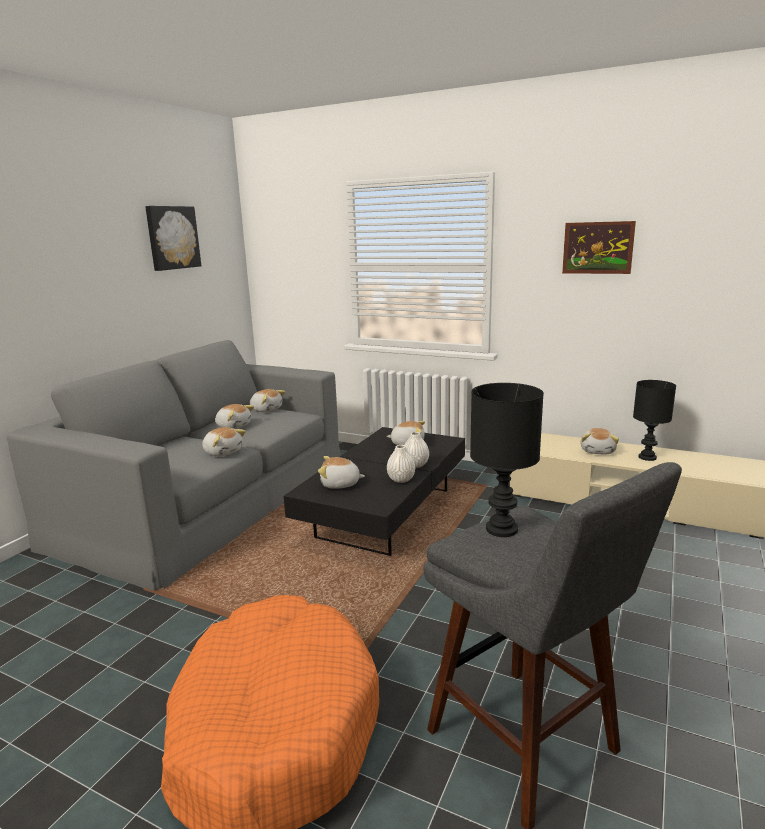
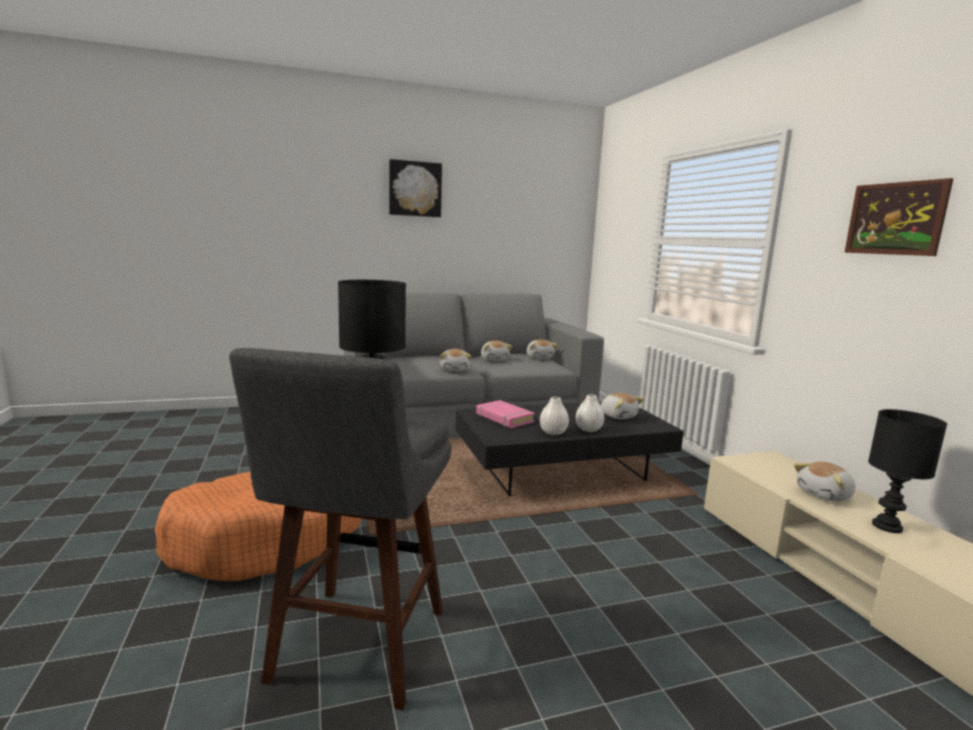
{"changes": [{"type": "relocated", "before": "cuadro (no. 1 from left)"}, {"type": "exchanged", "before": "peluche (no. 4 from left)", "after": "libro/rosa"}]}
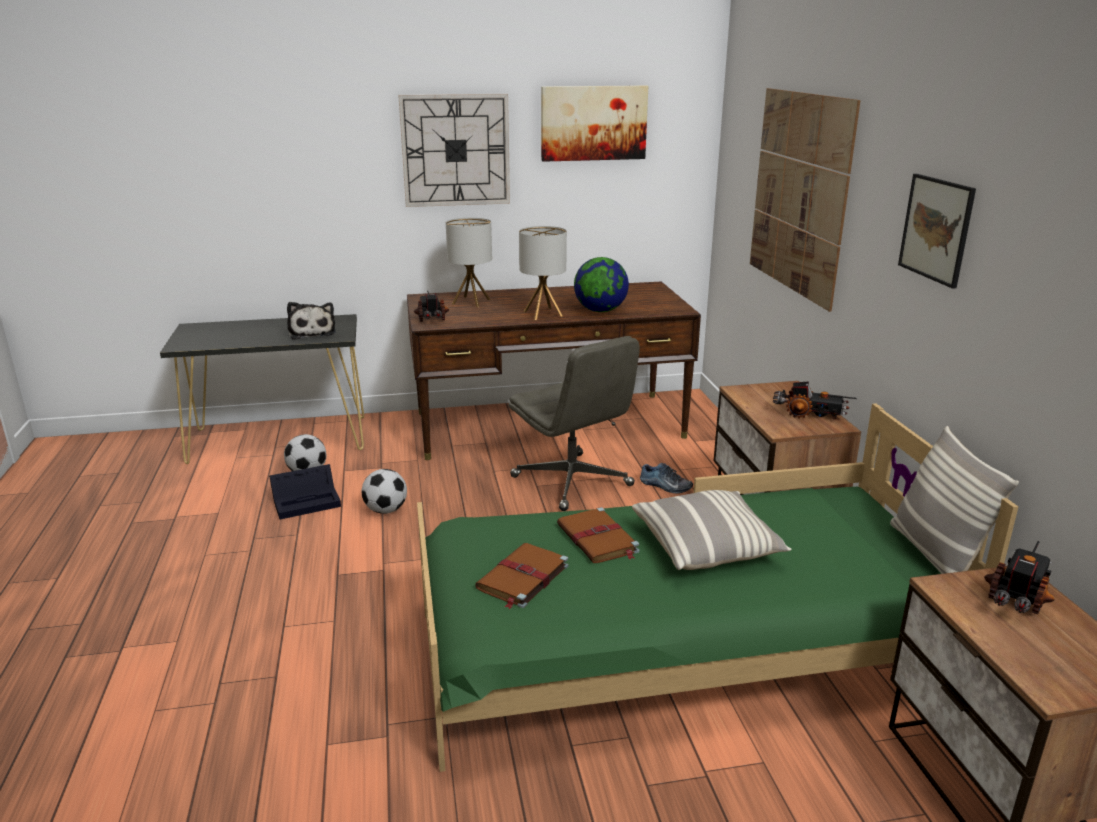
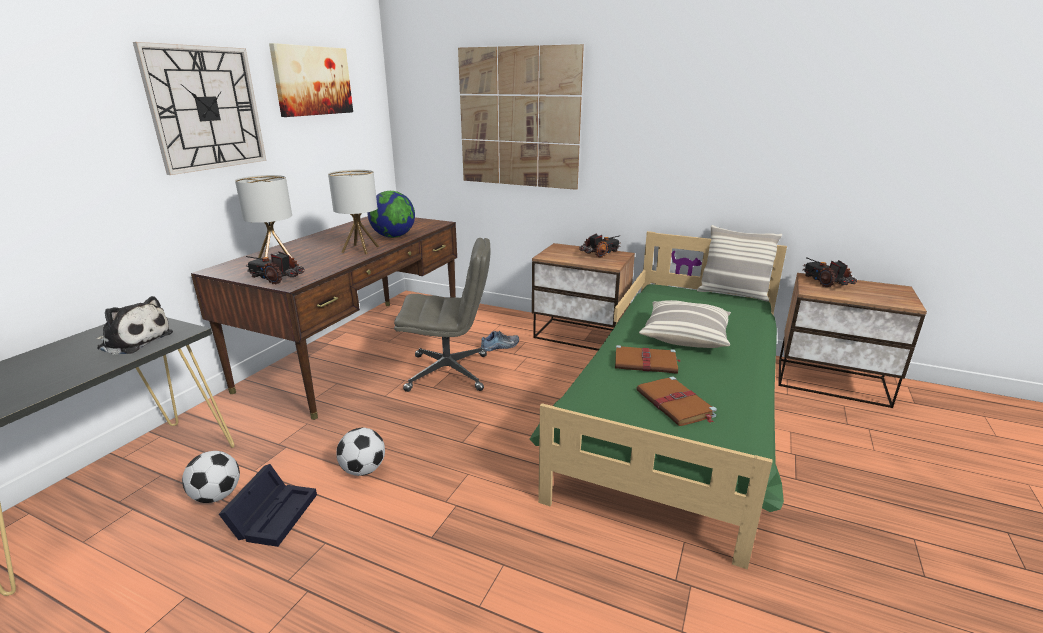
{"changes": [{"type": "missing", "before": "cuadro (no. 3 from left)"}]}
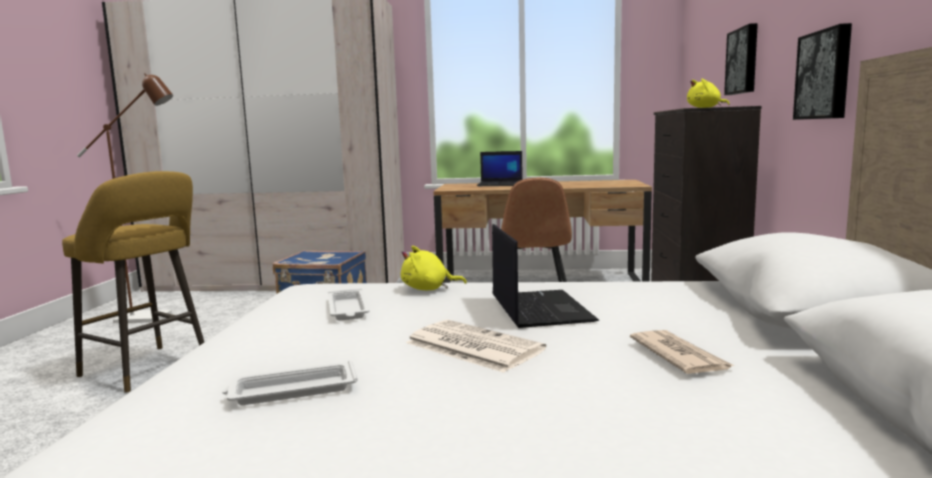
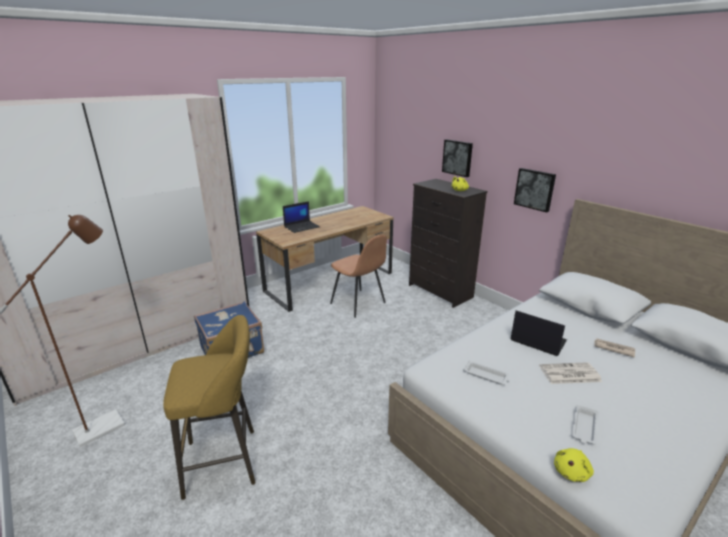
{"changes": [{"type": "relocated", "before": "peluche/amarillo (no. 1 from left in the first image)", "after": "peluche/amarillo (no. 2 from left)"}]}
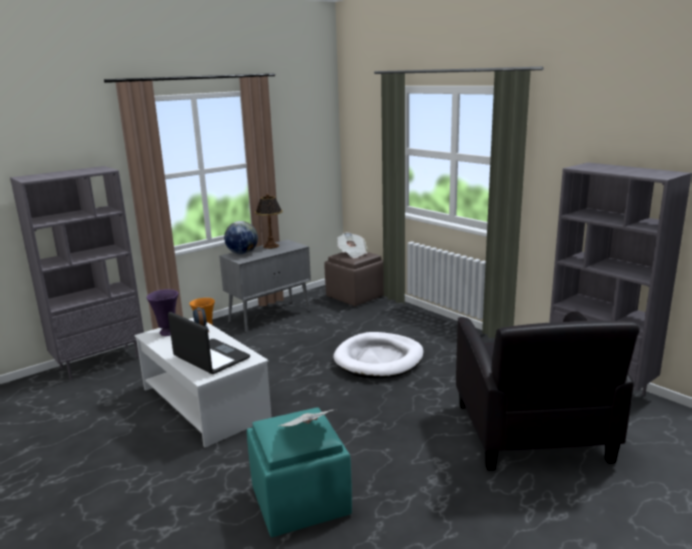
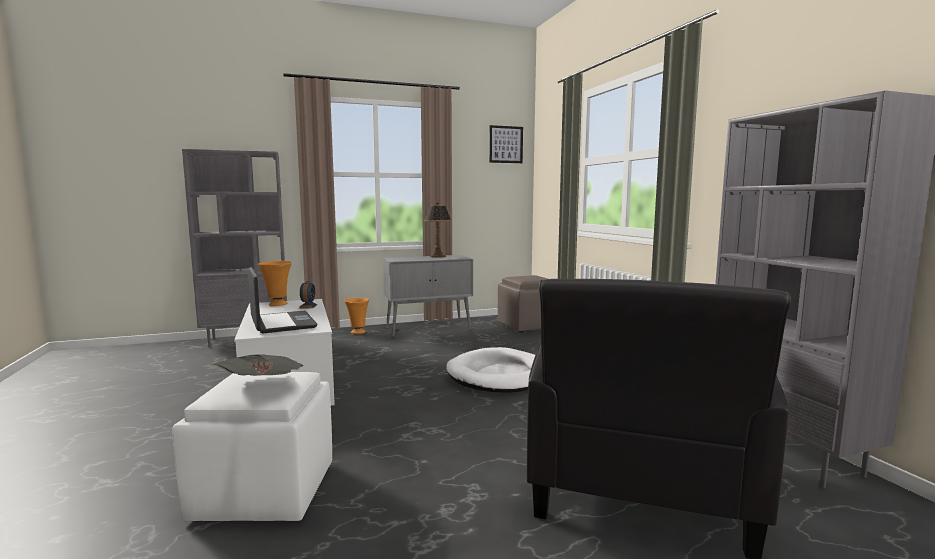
{"changes": [{"type": "missing", "before": "globo terráqueo"}, {"type": "missing", "before": "periódico (no. 2 from left)"}, {"type": "colour", "before": "florero/morado", "after": "florero/naranja (no. 1 from left)"}, {"type": "colour", "before": "puf/turquesa", "after": "puf/blanco"}, {"type": "appeared", "after": "cuadro"}]}
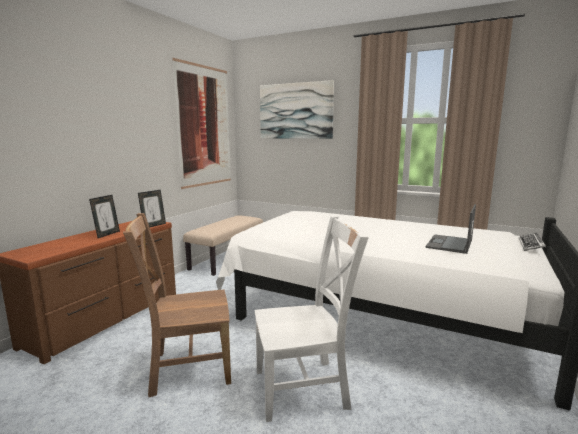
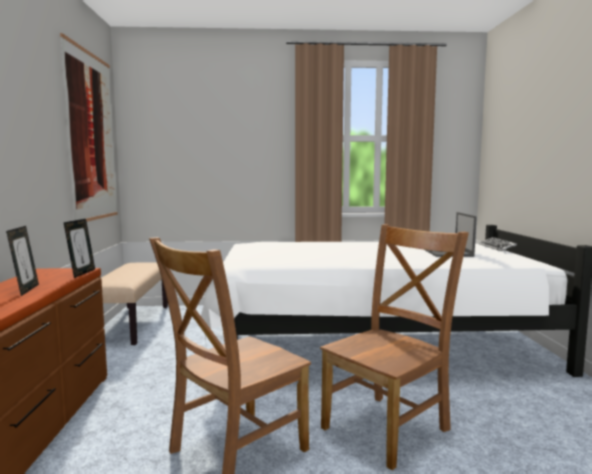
{"changes": [{"type": "missing", "before": "cuadro (no. 2 from left)"}, {"type": "colour", "before": "silla/blanco", "after": "silla/marrón (no. 2 from left)"}]}
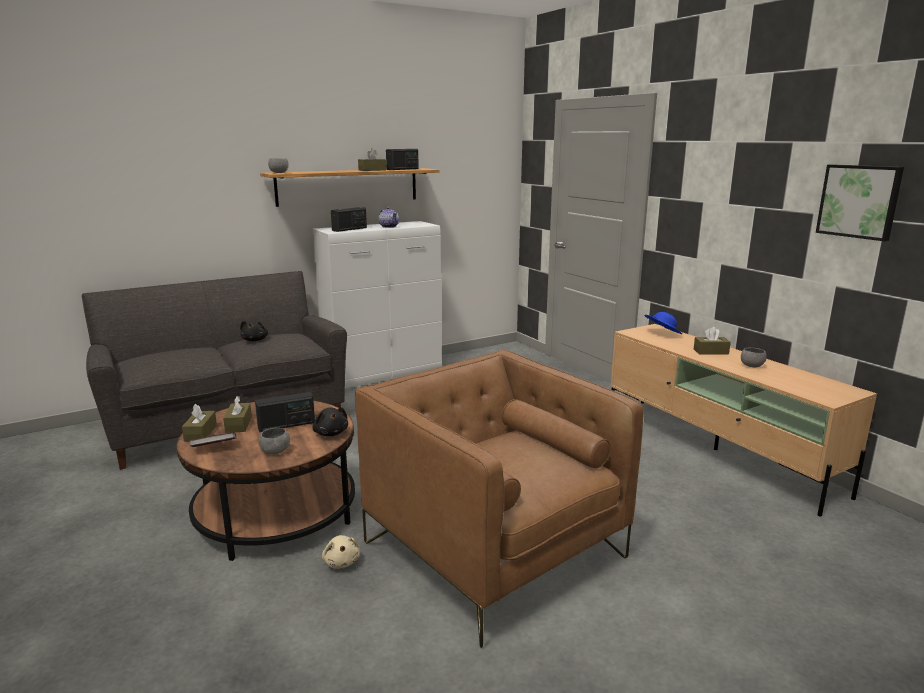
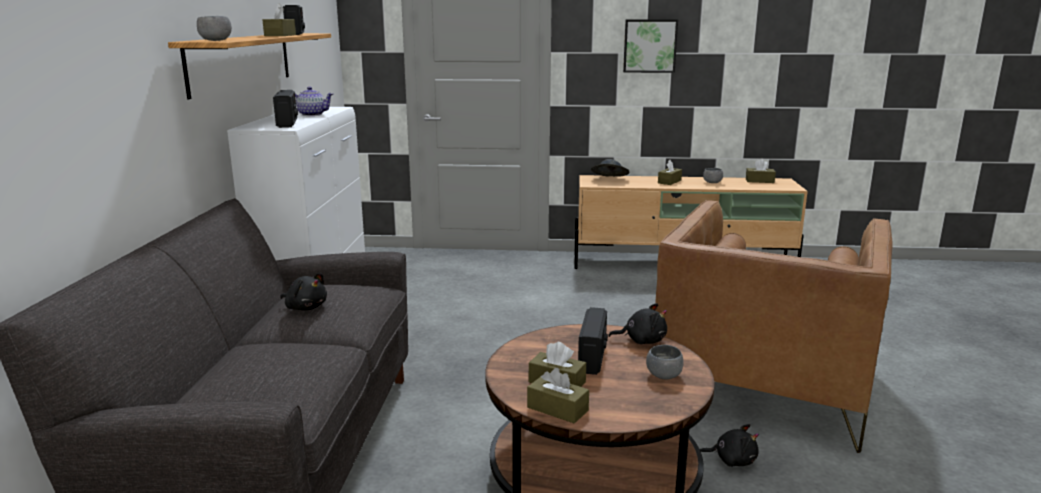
{"changes": [{"type": "relocated", "before": "cuadro"}, {"type": "colour", "before": "sombrero/azul", "after": "sombrero/gris"}, {"type": "spun", "before": "sillón/marrón", "turn": -60}, {"type": "missing", "before": "libro"}, {"type": "colour", "before": "peluche/beis", "after": "peluche/negro (no. 3 from left)"}, {"type": "appeared", "after": "caja de pañuelos/marrón (no. 5 from left)"}]}
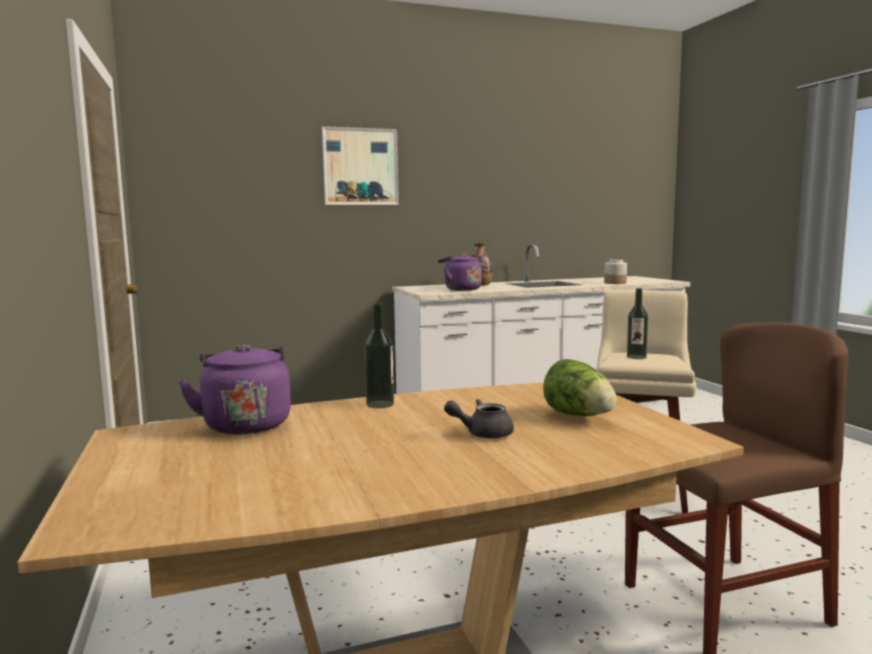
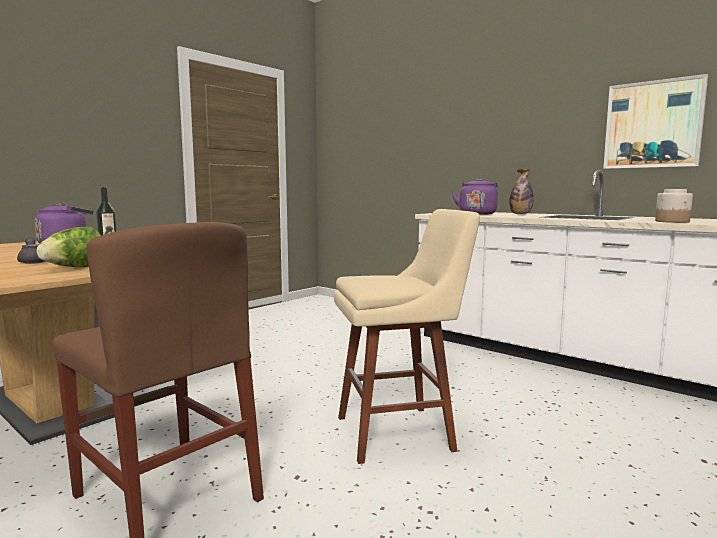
{"changes": [{"type": "relocated", "before": "cuadro"}, {"type": "missing", "before": "botella (no. 3 from left)"}]}
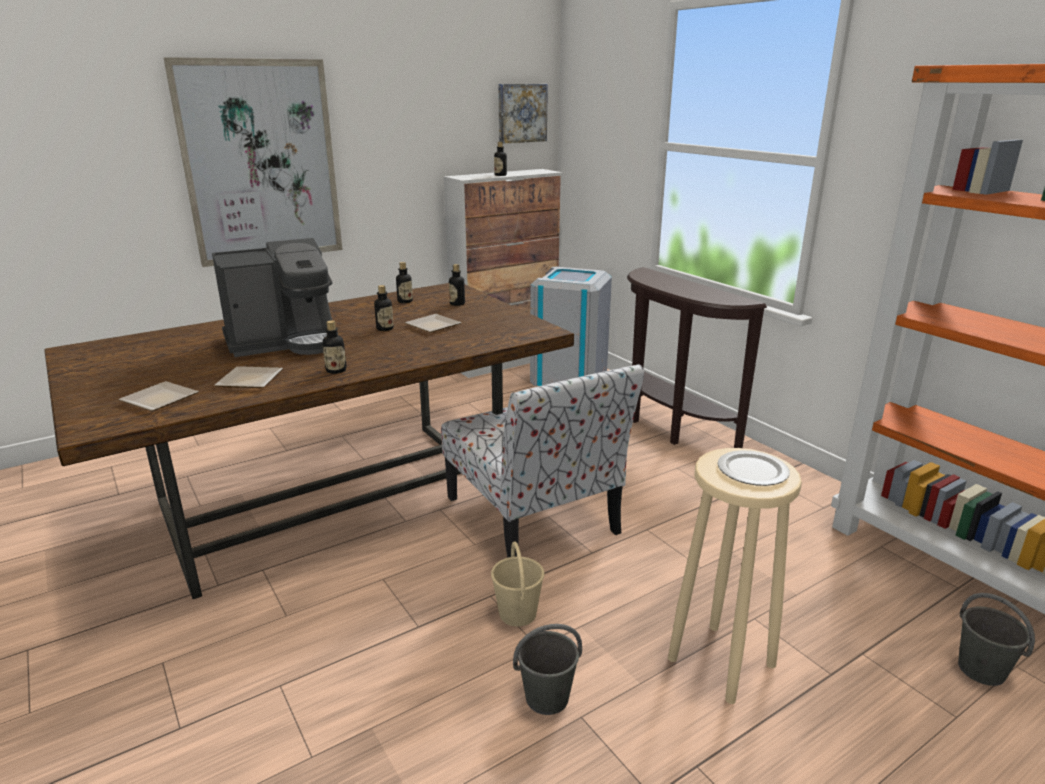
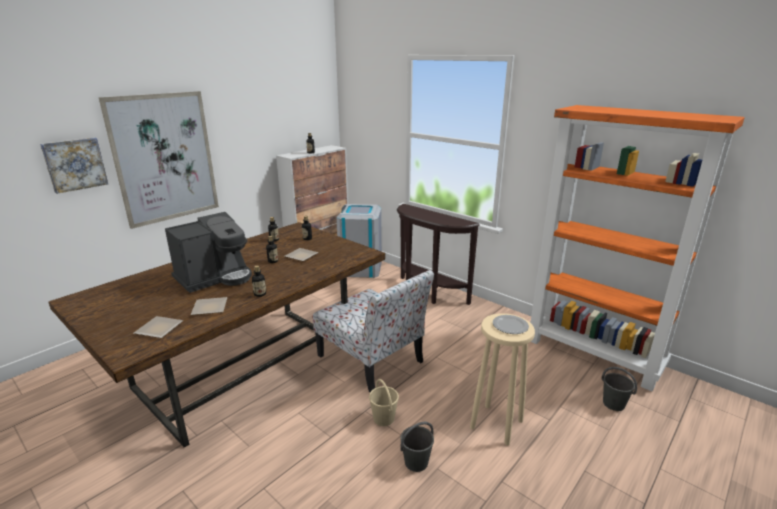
{"changes": [{"type": "relocated", "before": "cuadro (no. 2 from left in the first image)", "after": "cuadro (no. 1 from left)"}]}
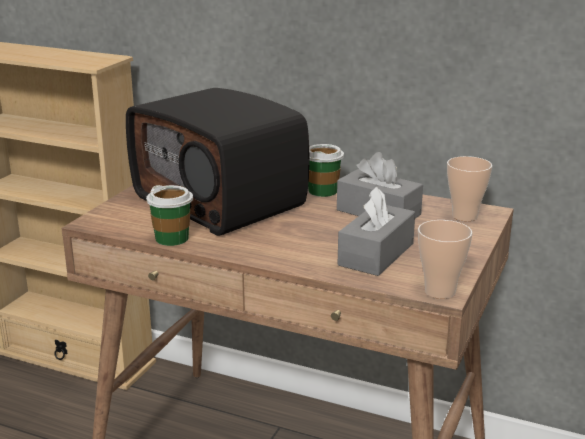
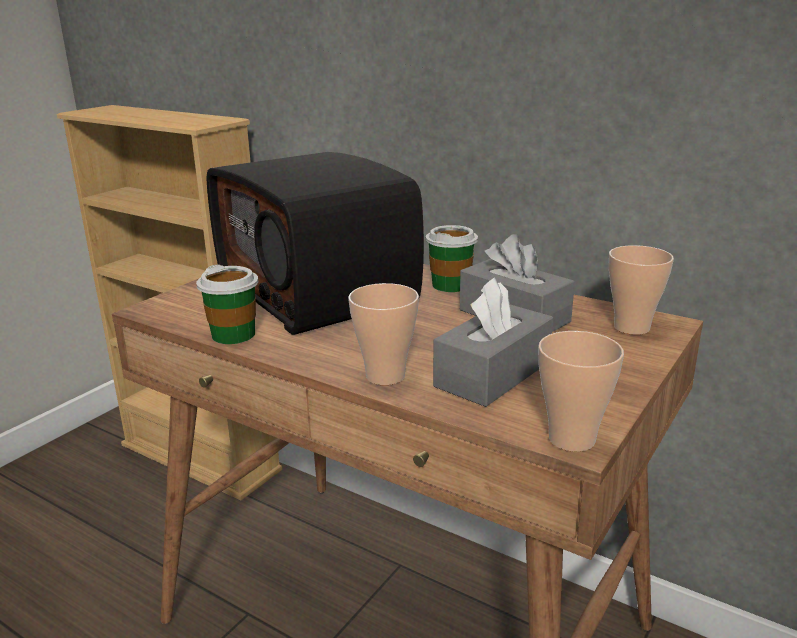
{"changes": [{"type": "appeared", "after": "taza (no. 2 from left)"}]}
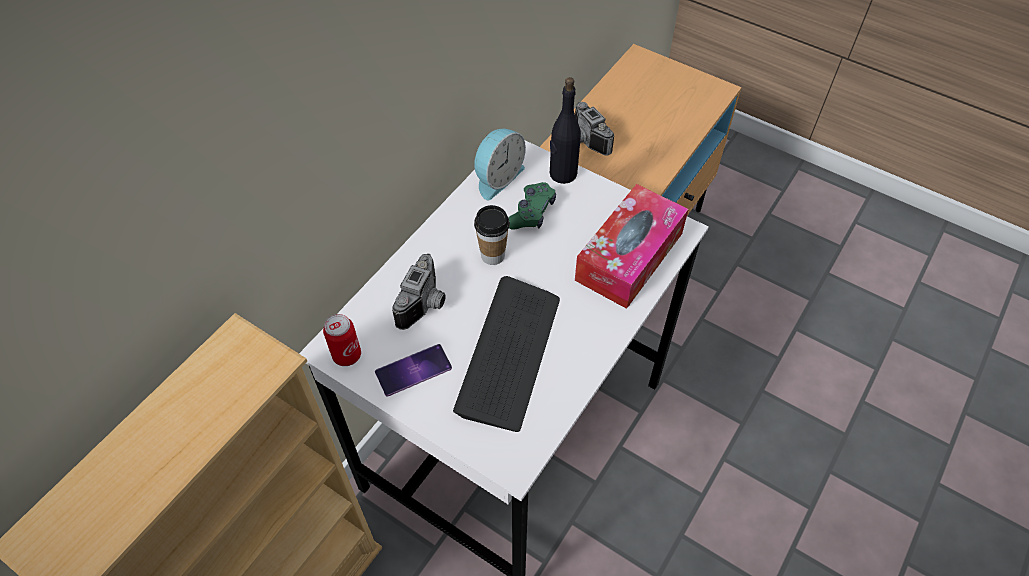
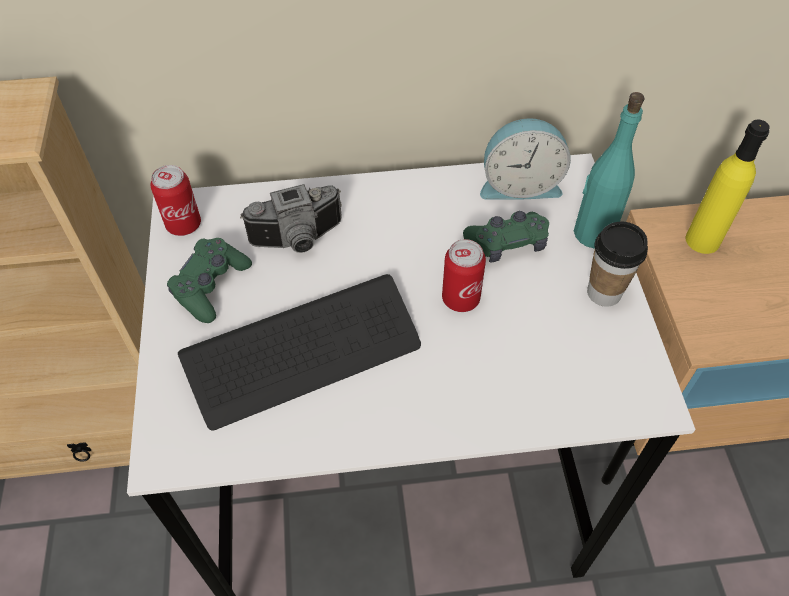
{"changes": [{"type": "colour", "before": "botella/negro", "after": "botella/turquesa"}, {"type": "exchanged", "before": "cámara (no. 2 from left)", "after": "botella/amarillo"}, {"type": "missing", "before": "caja de pañuelos"}, {"type": "relocated", "before": "taza"}, {"type": "exchanged", "before": "móvil", "after": "mando de consola/verde (no. 1 from left)"}, {"type": "appeared", "after": "lata (no. 2 from left)"}]}
